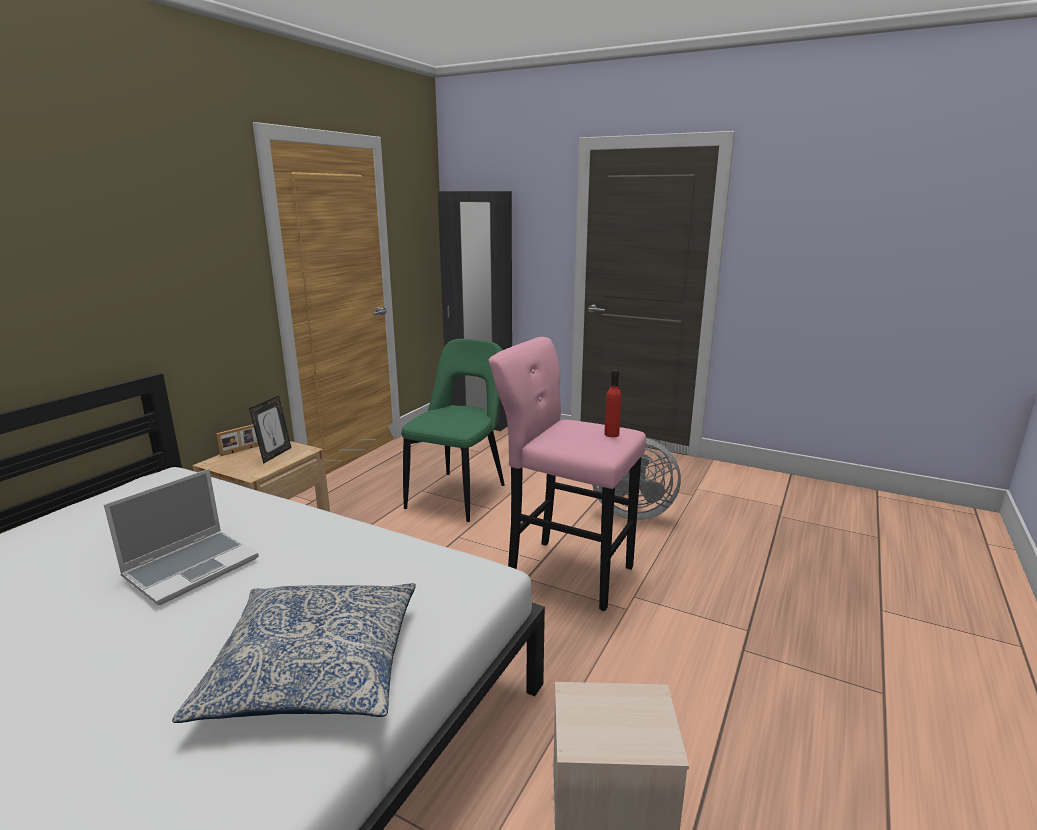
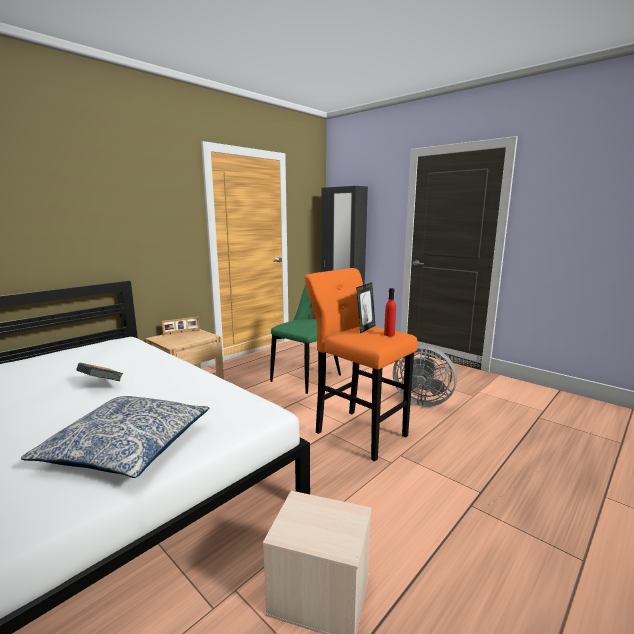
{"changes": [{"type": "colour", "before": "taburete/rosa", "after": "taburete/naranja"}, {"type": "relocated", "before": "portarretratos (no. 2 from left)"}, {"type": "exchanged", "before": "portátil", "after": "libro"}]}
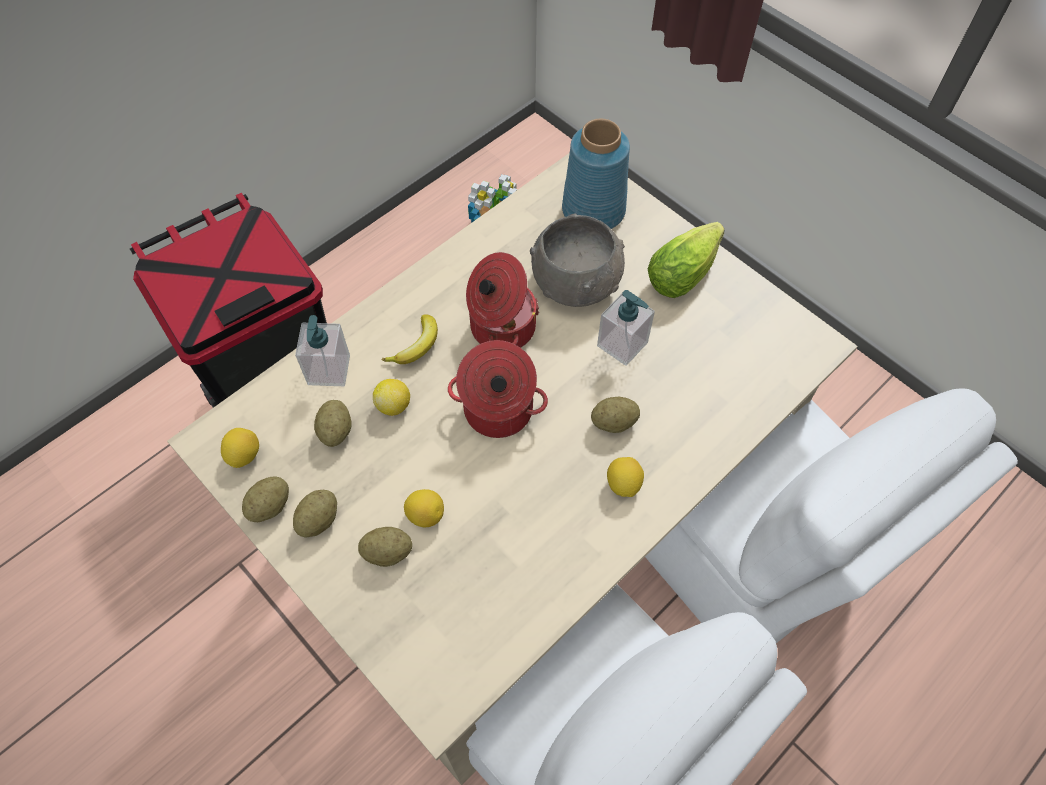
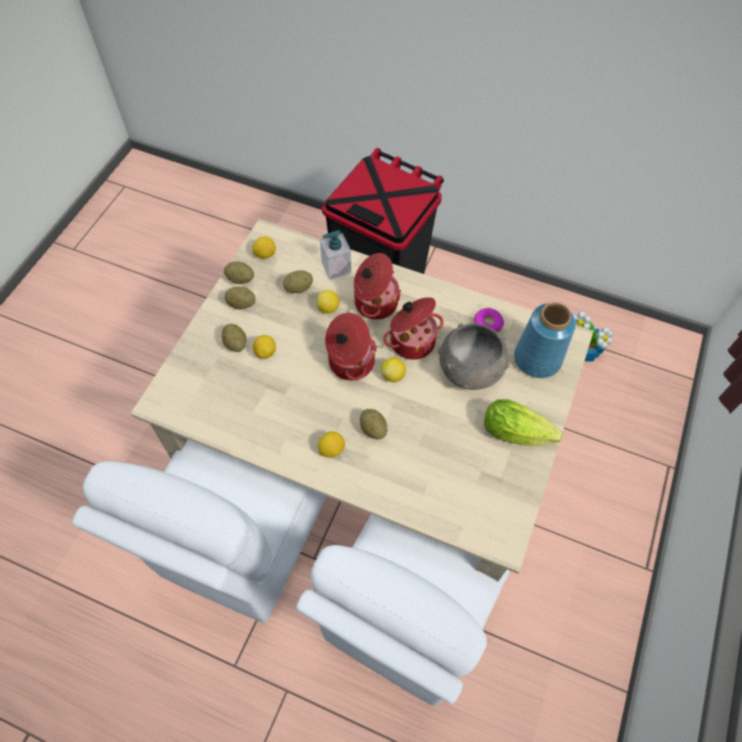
{"changes": [{"type": "missing", "before": "dispensador de jabón (no. 2 from left)"}, {"type": "exchanged", "before": "plátano", "after": "olla (no. 2 from left)"}, {"type": "appeared", "after": "rosquilla"}, {"type": "appeared", "after": "limón (no. 5 from left)"}]}
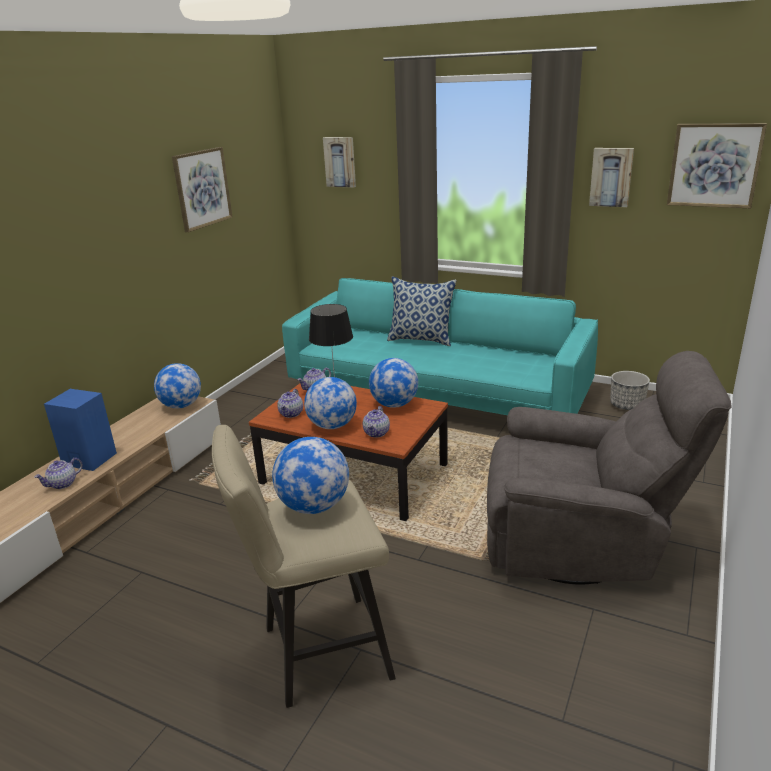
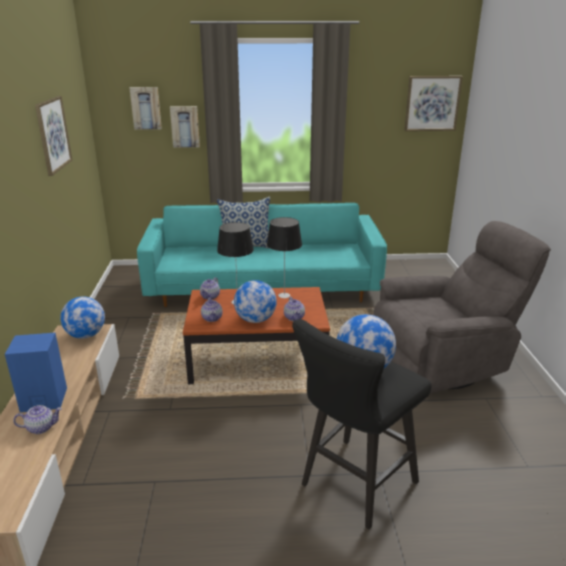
{"changes": [{"type": "relocated", "before": "cuadro (no. 3 from left)"}, {"type": "exchanged", "before": "globo terráqueo (no. 4 from left)", "after": "lámpara de mesa (no. 2 from left)"}, {"type": "missing", "before": "maceta"}, {"type": "colour", "before": "taburete/beis", "after": "taburete/negro"}, {"type": "spun", "before": "tetera (no. 1 from left)", "turn": -120}]}
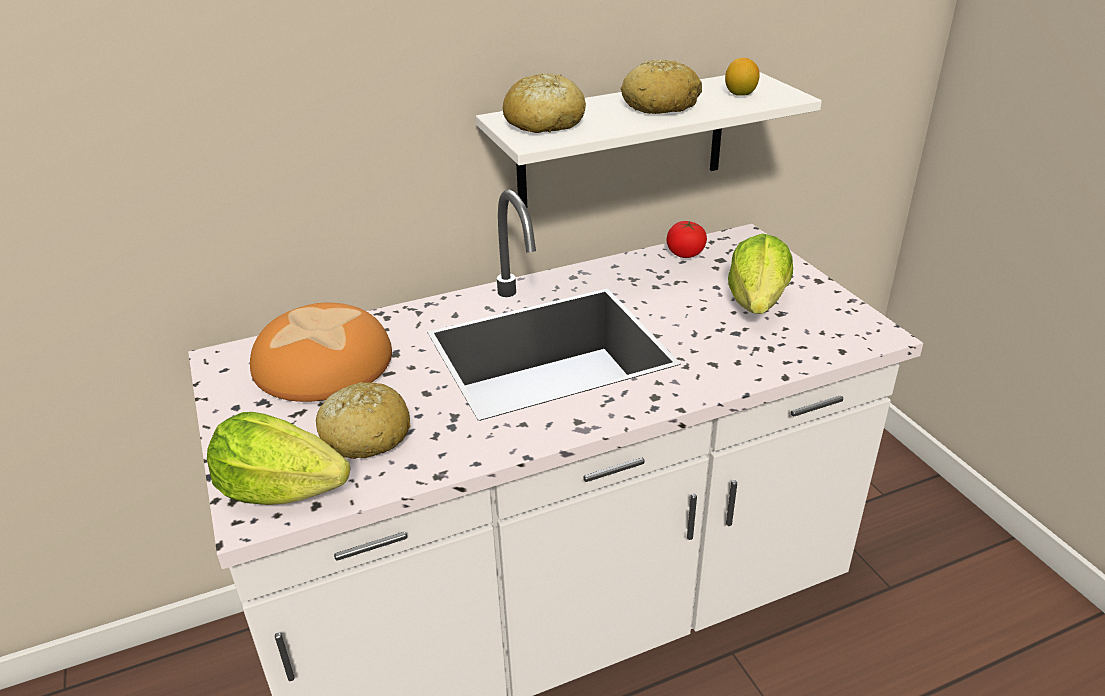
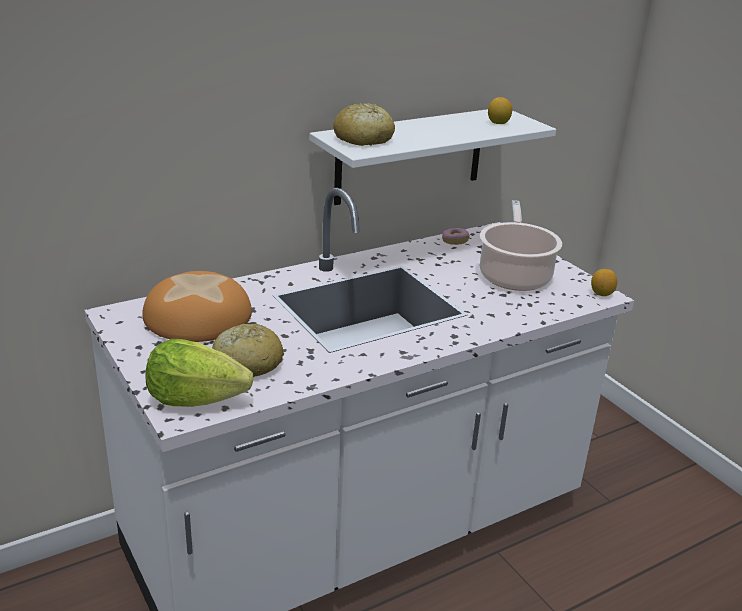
{"changes": [{"type": "missing", "before": "pan (no. 4 from left)"}, {"type": "exchanged", "before": "tomate", "after": "rosquilla"}, {"type": "exchanged", "before": "lechuga (no. 2 from left)", "after": "olla"}, {"type": "appeared", "after": "limón (no. 2 from left)"}]}
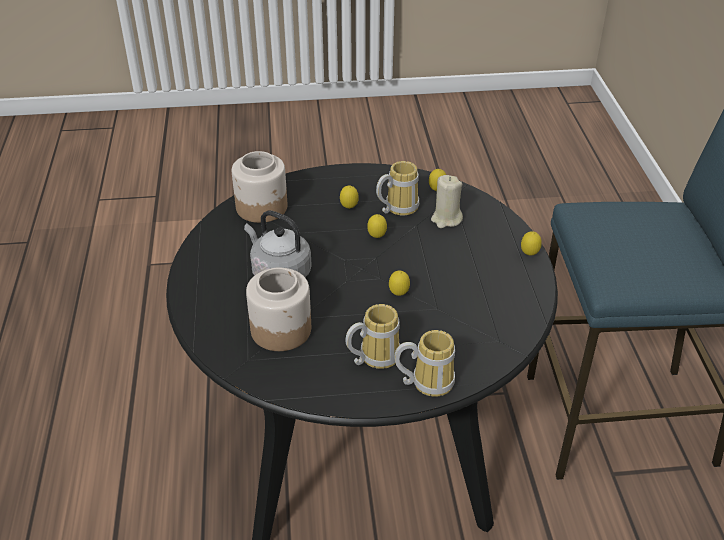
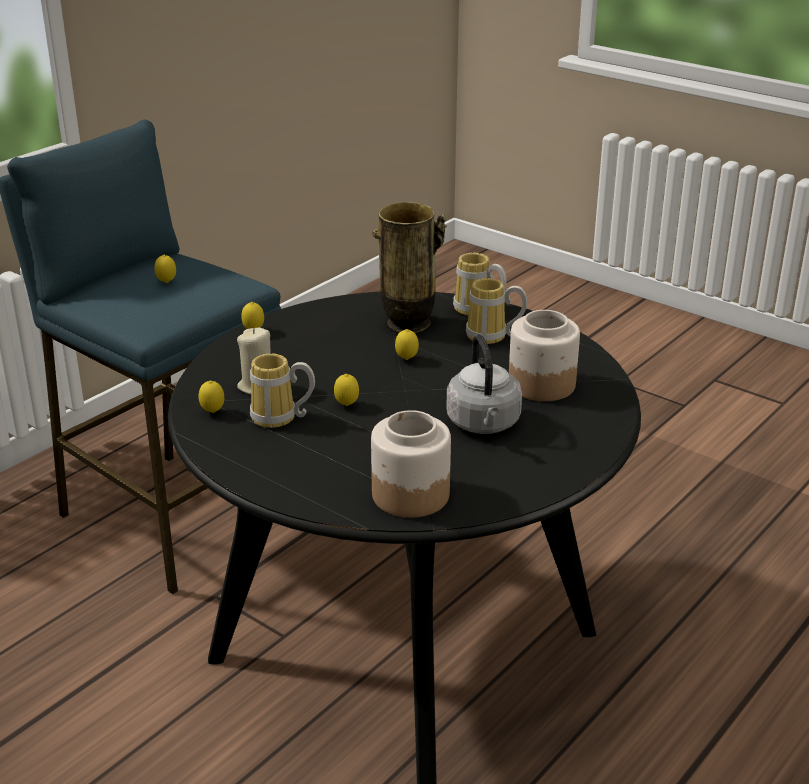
{"changes": [{"type": "relocated", "before": "limón (no. 1 from left)"}, {"type": "appeared", "after": "florero"}]}
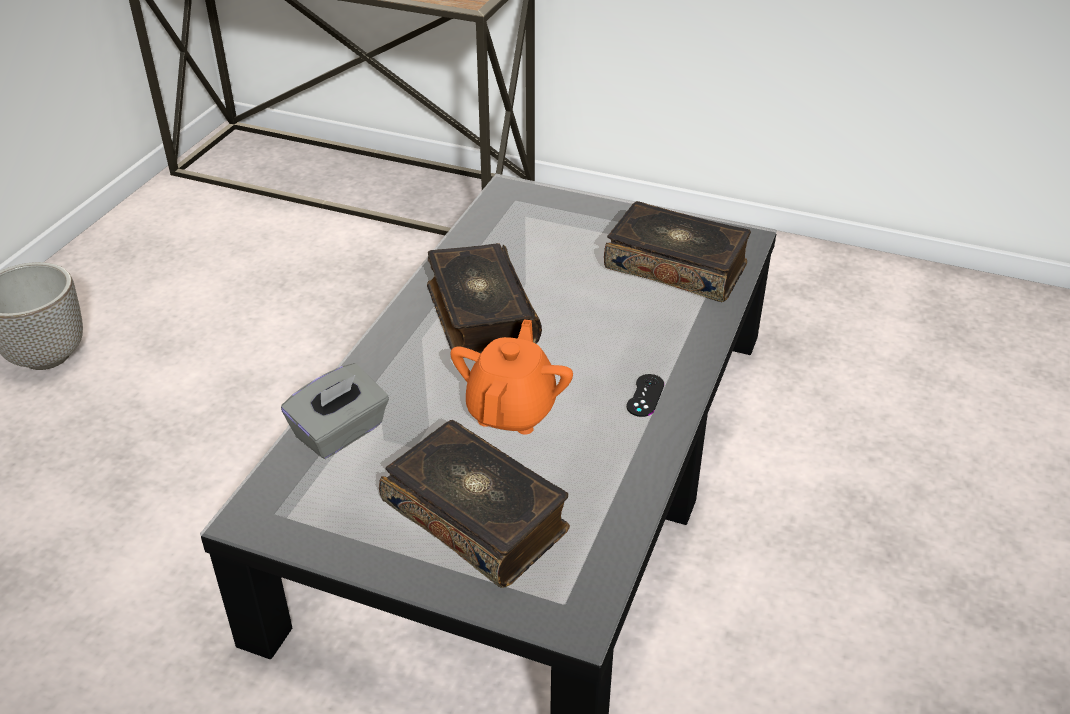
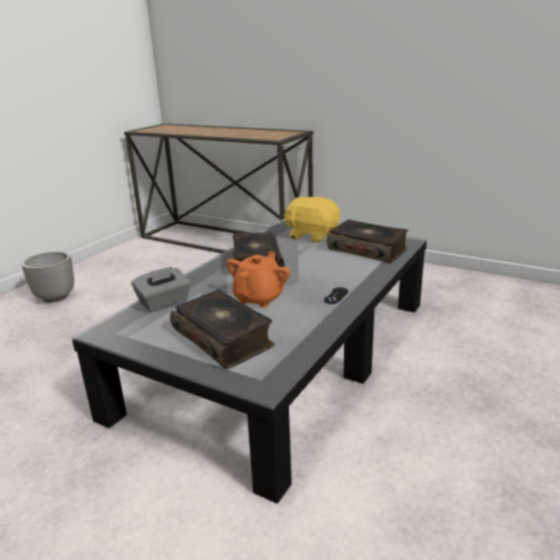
{"changes": [{"type": "appeared", "after": "peluche/amarillo"}]}
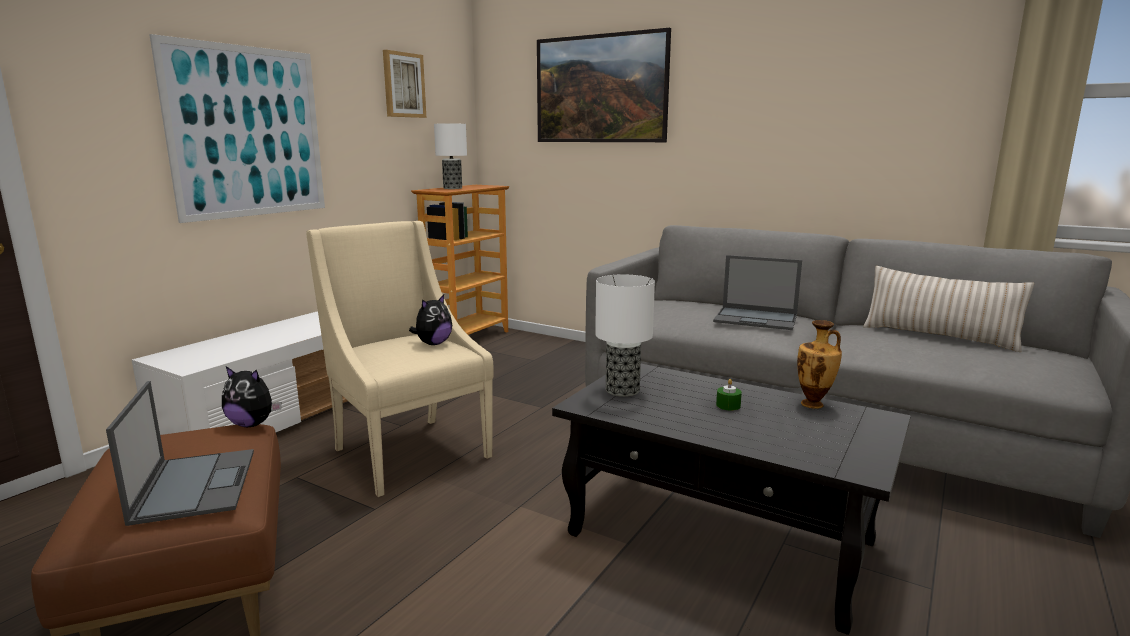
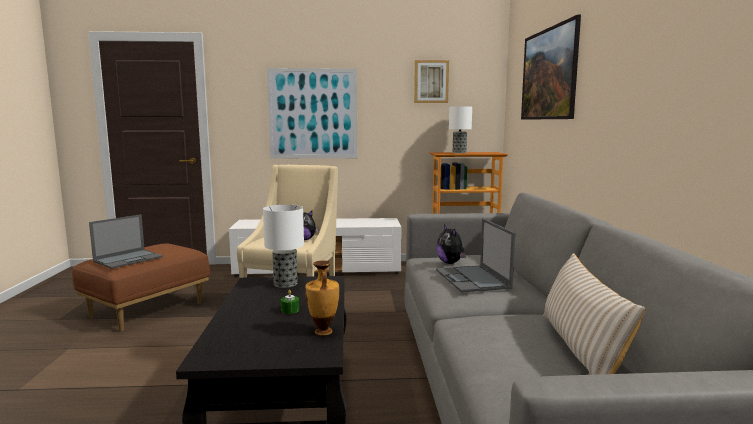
{"changes": [{"type": "relocated", "before": "peluche (no. 1 from left in the first image)", "after": "peluche (no. 2 from left)"}]}
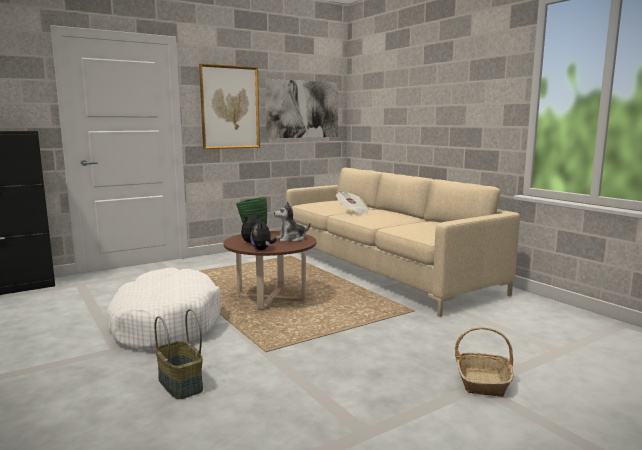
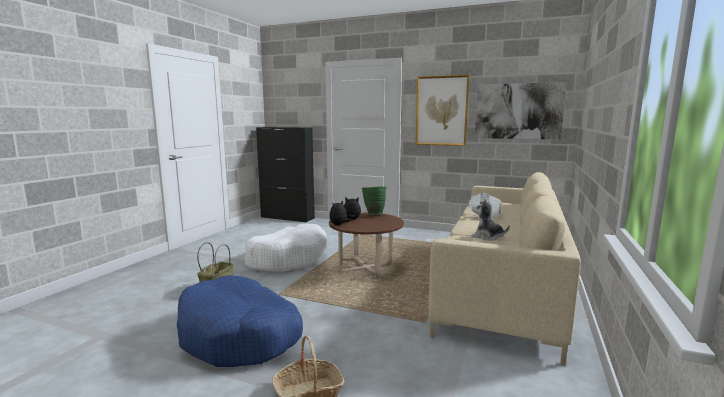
{"changes": [{"type": "relocated", "before": "peluche (no. 3 from left)"}, {"type": "appeared", "after": "cama para perro/azul"}]}
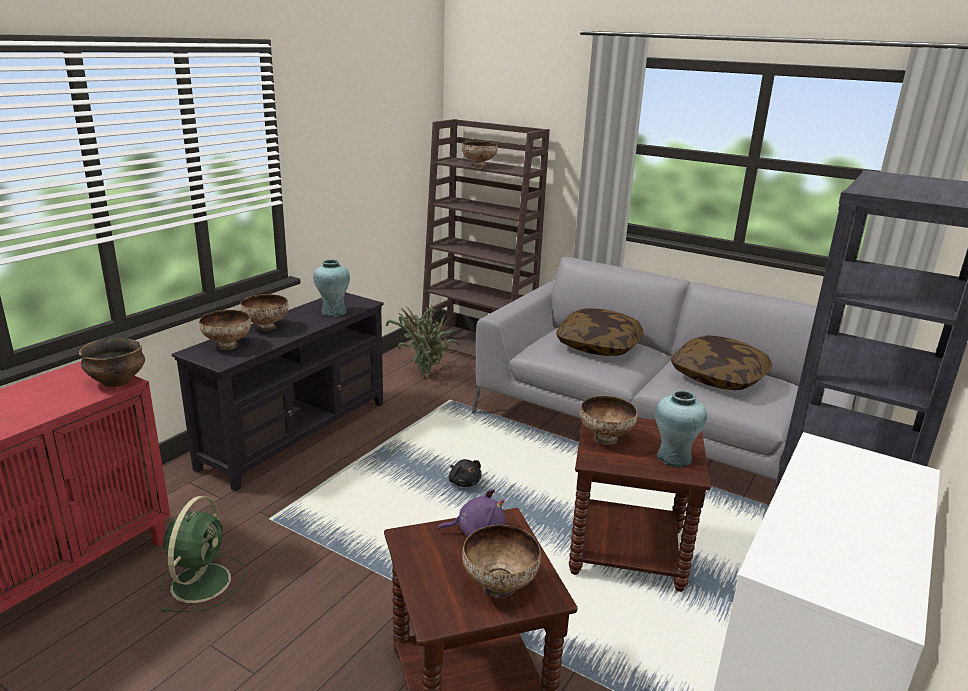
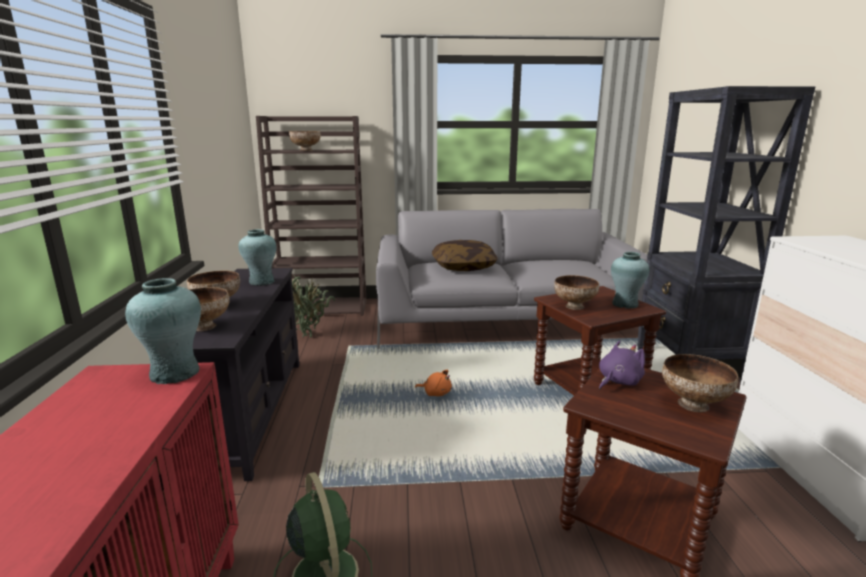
{"changes": [{"type": "missing", "before": "cojín (no. 2 from left)"}, {"type": "exchanged", "before": "cuenco (no. 1 from left)", "after": "florero/turquesa (no. 1 from left)"}, {"type": "colour", "before": "peluche/negro", "after": "peluche/naranja"}]}
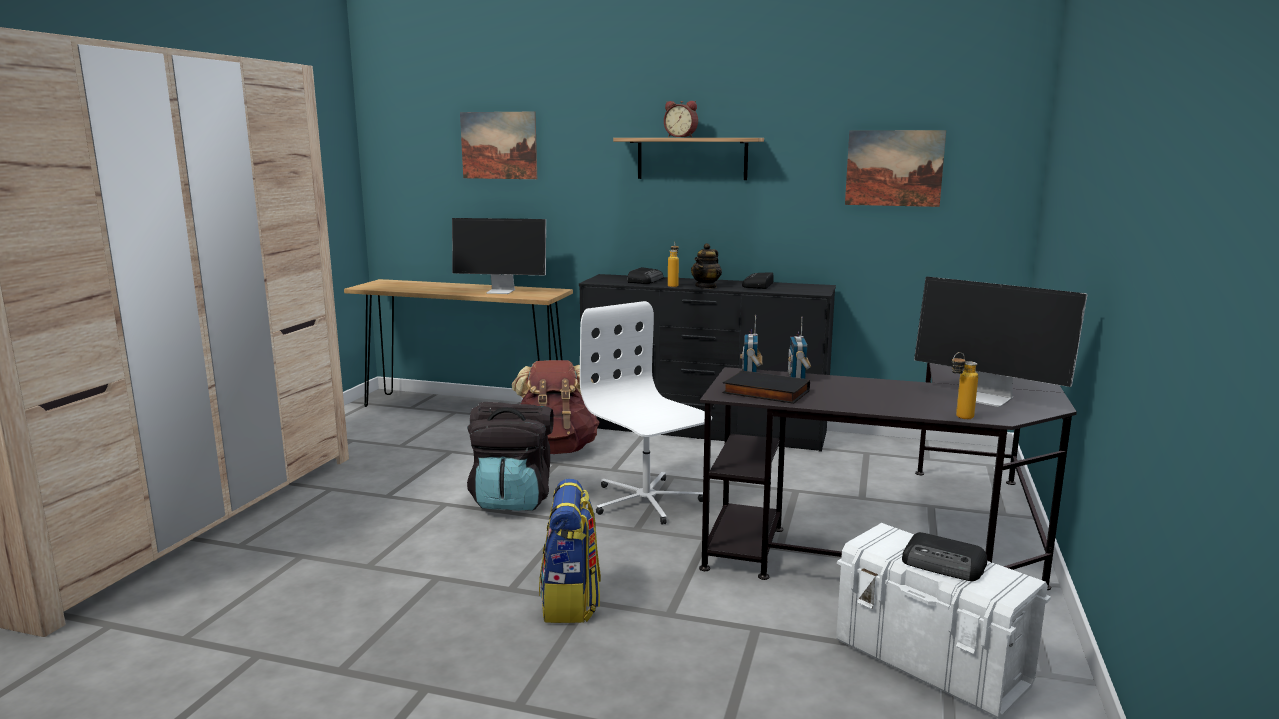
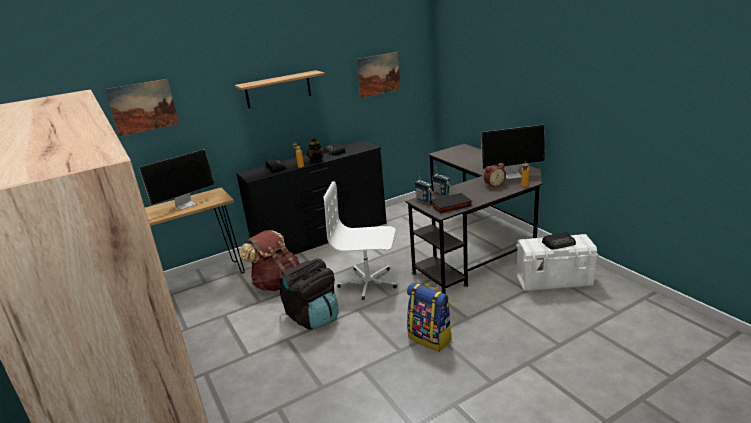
{"changes": [{"type": "relocated", "before": "despertador"}]}
